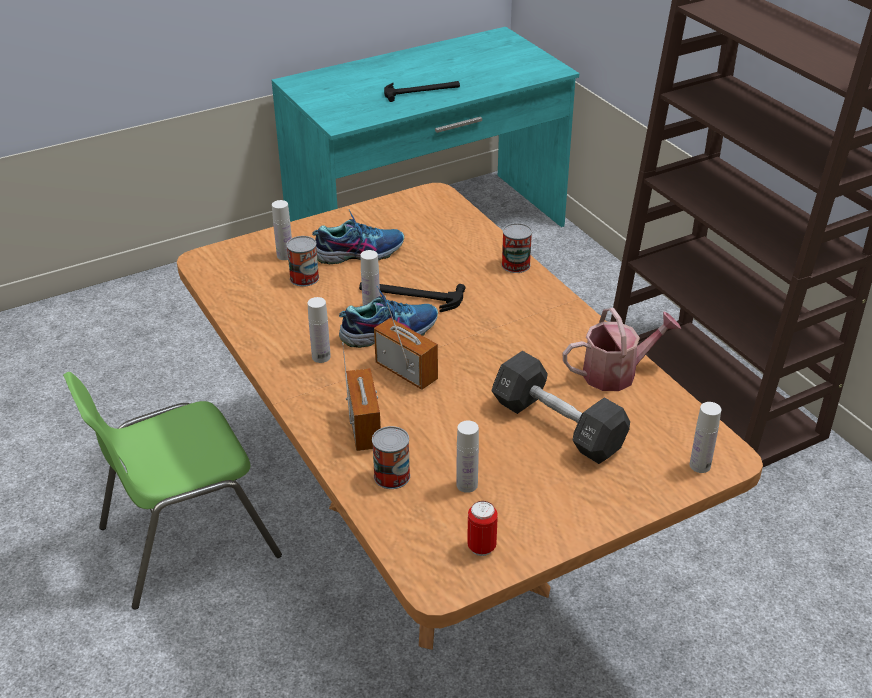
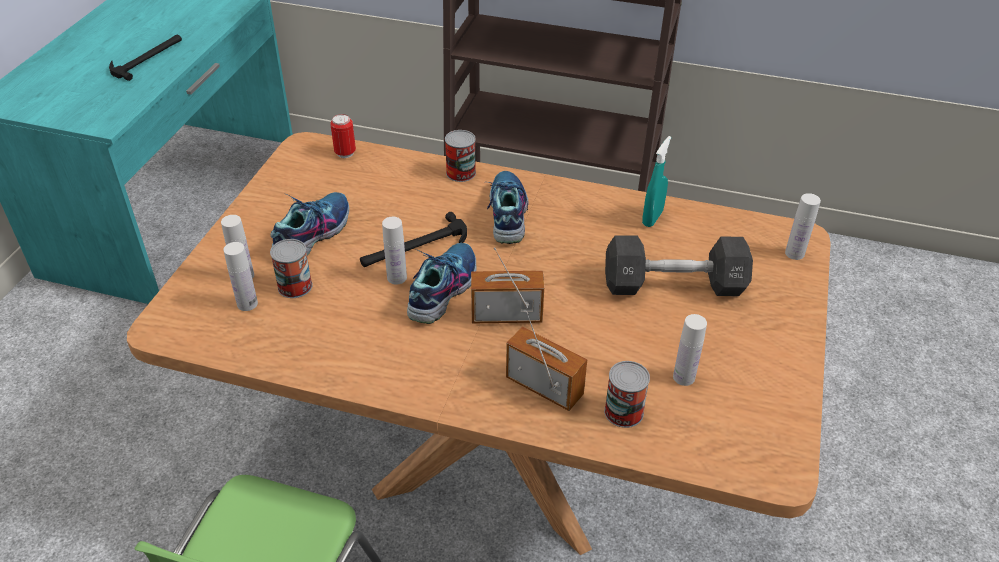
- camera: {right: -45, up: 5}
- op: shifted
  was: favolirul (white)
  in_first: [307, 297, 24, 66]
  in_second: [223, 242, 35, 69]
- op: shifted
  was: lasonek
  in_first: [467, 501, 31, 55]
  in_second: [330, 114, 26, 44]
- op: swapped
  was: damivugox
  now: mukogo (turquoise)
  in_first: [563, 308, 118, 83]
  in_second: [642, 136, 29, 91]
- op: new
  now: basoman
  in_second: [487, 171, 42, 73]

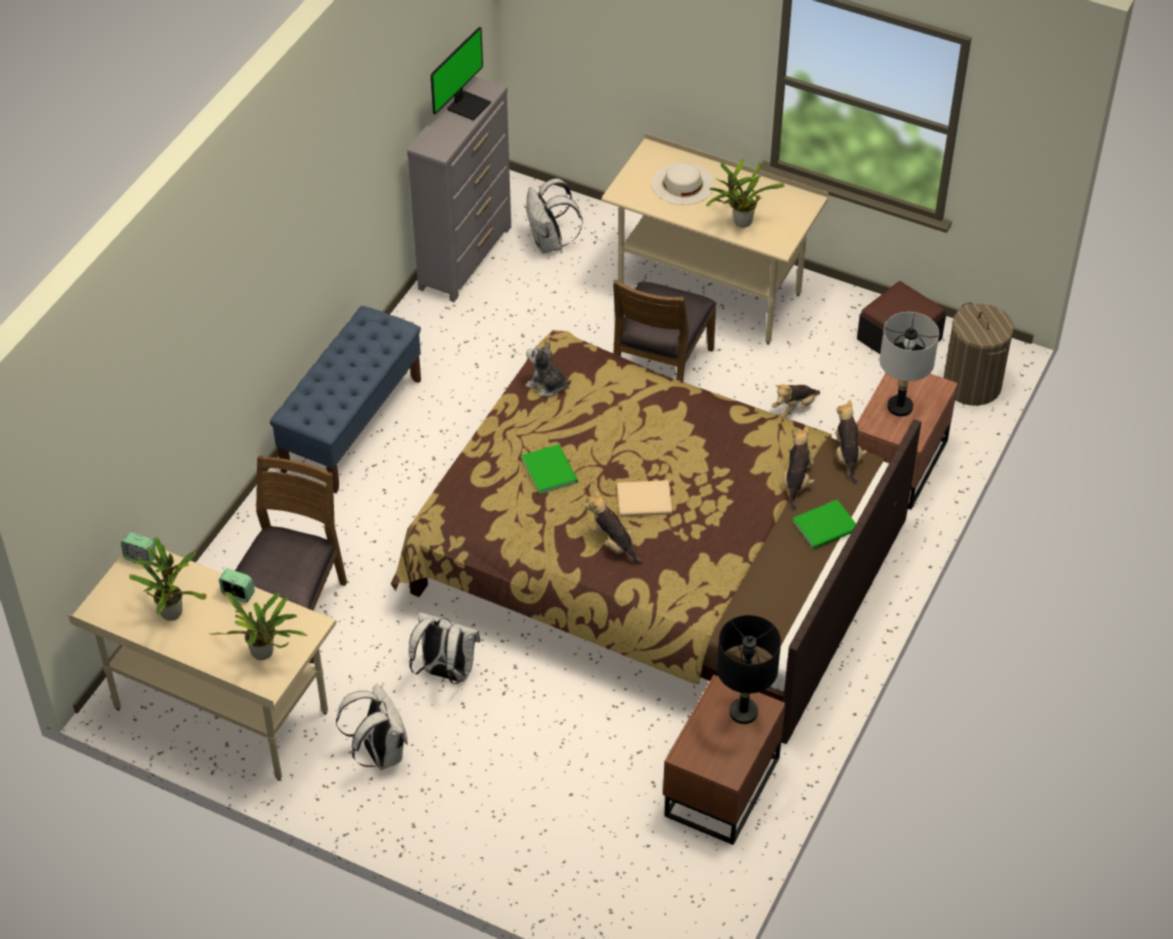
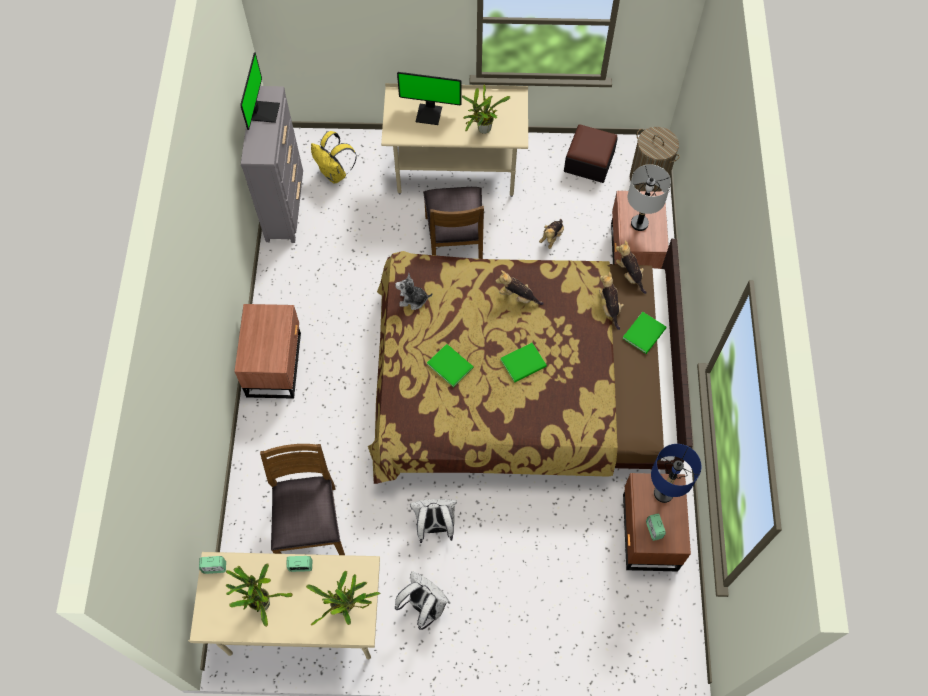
- camera: {right: -25, up: 15}
- op: swapped
  was: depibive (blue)
  now: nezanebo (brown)
  in_first: [270, 306, 151, 187]
  in_second: [234, 304, 67, 95]
- op: repainted
  was: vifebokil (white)
  now: vifebokil (yellow)
  in_first: [526, 178, 57, 75]
  in_second: [311, 131, 46, 53]
- op: shifted
  was: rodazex
  in_first: [584, 491, 59, 74]
  in_second: [495, 270, 49, 35]
- op: repainted
  was: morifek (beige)
  now: morifek (green)
  in_first: [617, 480, 55, 37]
  in_second: [500, 343, 47, 40]
- op: swapped
  was: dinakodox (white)
  now: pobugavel
  in_first: [652, 162, 62, 43]
  in_second: [397, 72, 65, 53]
- op: repainted
  was: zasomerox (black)
  now: zasomerox (blue)
  in_first: [717, 615, 64, 109]
  in_second: [651, 444, 50, 59]
- op: new
  now: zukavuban
  in_second: [646, 514, 20, 27]

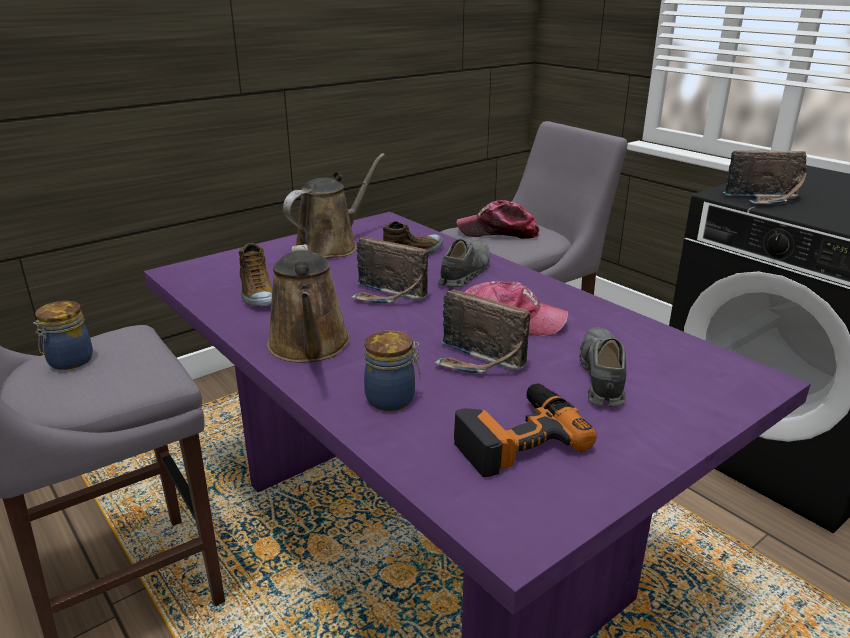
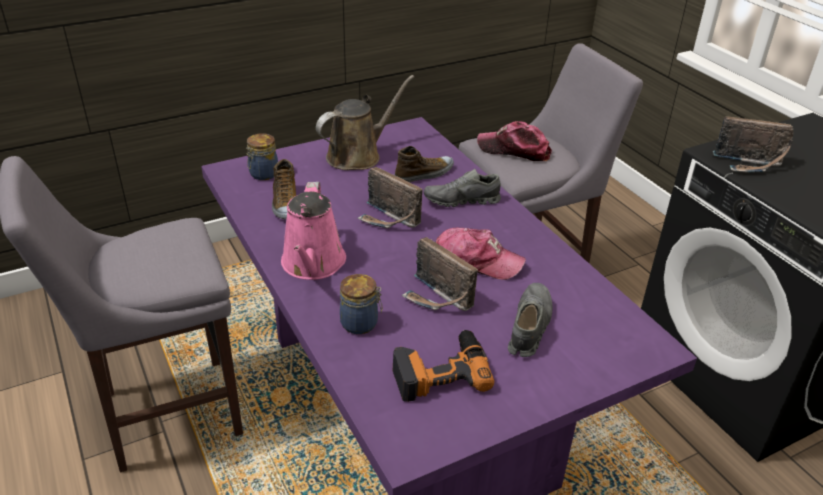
- camera: {right: 10, up: 10}
- op: shifted
  was: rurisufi
  in_first: [33, 301, 60, 69]
  in_second: [246, 133, 32, 47]
- op: repainted
  was: damivugox (brown)
  now: damivugox (pink)
  in_first: [267, 244, 83, 119]
  in_second: [281, 182, 65, 98]
- op: rotated
  was: basoman (grey)
  in_first: [438, 239, 52, 48]
  in_second: [424, 169, 77, 38]
  clockwise: -135

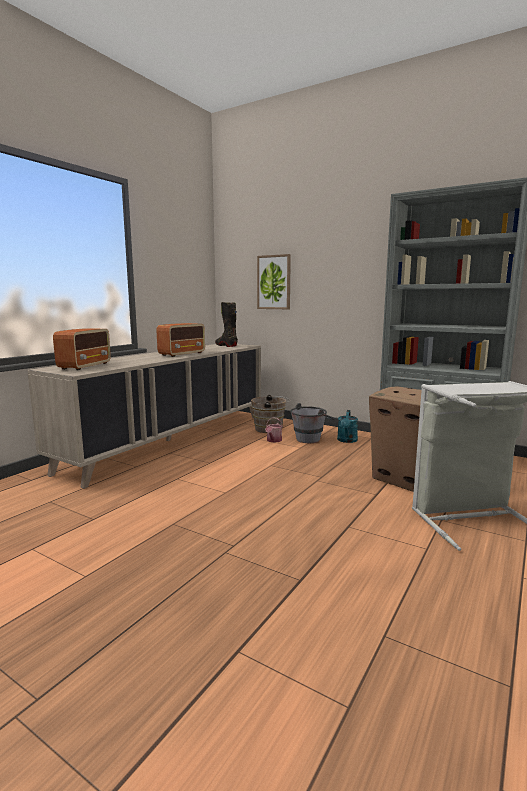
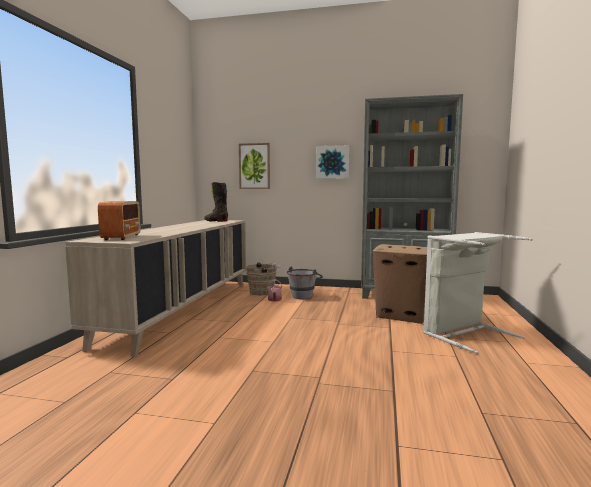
- camera: {right: -20, up: -5}
- op: gone
  was: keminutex
  in_first: [156, 323, 49, 34]
- op: gone
  was: damivugox (turquoise)
  in_first: [337, 410, 21, 33]
- op: new
  now: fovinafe
  in_second: [316, 145, 33, 34]

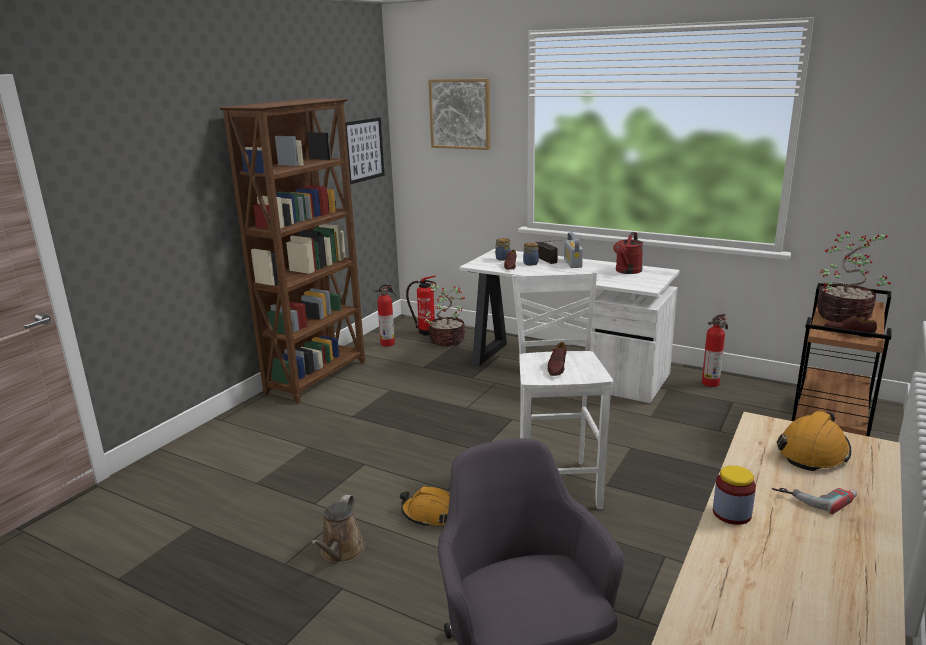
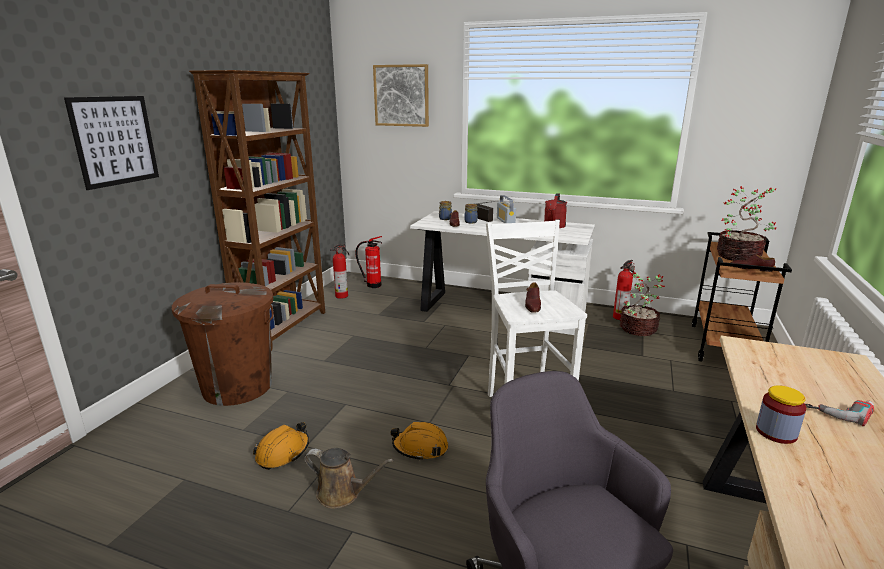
- camera: {right: -10, up: 0}
- op: rotated
  was: damivugox (brown)
  in_first: [311, 495, 54, 68]
  in_second: [304, 448, 90, 61]
  clockwise: -75
- op: shifted
  was: fovinafe
  in_first: [345, 117, 40, 67]
  in_second: [64, 96, 95, 94]
- op: shifted
  was: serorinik
  in_first: [424, 282, 41, 65]
  in_second: [619, 271, 46, 65]
- op: shifted
  was: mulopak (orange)
  in_first: [777, 411, 74, 60]
  in_second: [253, 422, 56, 48]
- op: new
  now: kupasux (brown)
  in_second: [172, 282, 102, 124]

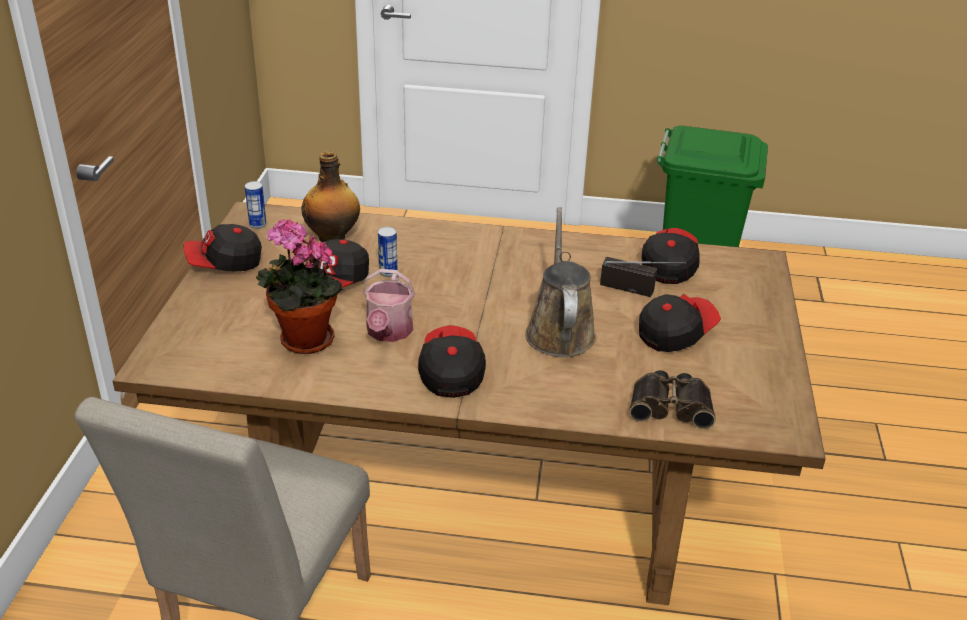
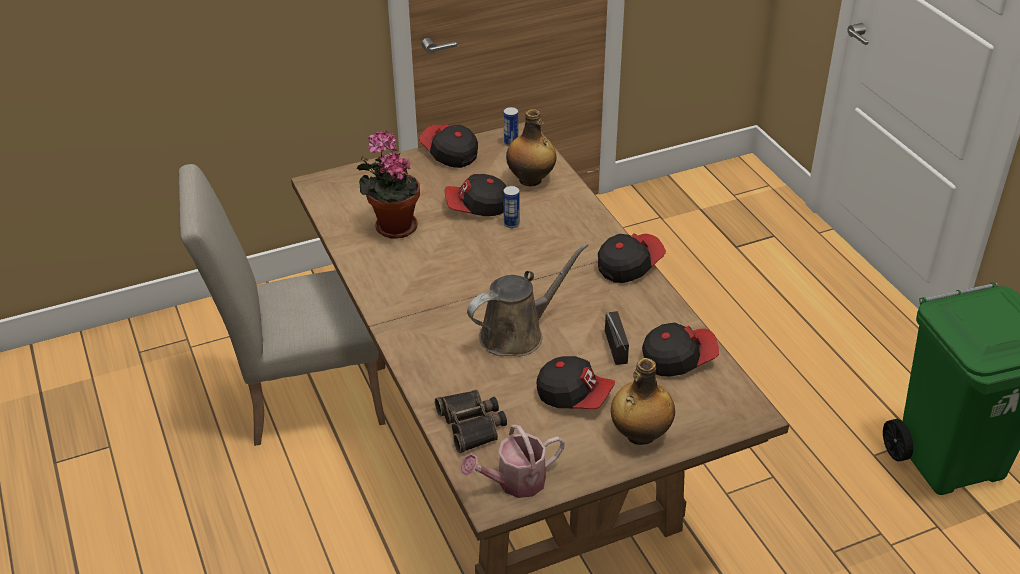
- camera: {right: 60, up: 5}
- op: shifted
  was: damivugox
  in_first: [362, 269, 53, 73]
  in_second: [461, 424, 104, 74]
- op: shifted
  was: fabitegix
  in_first: [418, 325, 68, 73]
  in_second: [598, 233, 68, 50]
- op: new
  now: favolirul
  in_second: [611, 358, 64, 87]

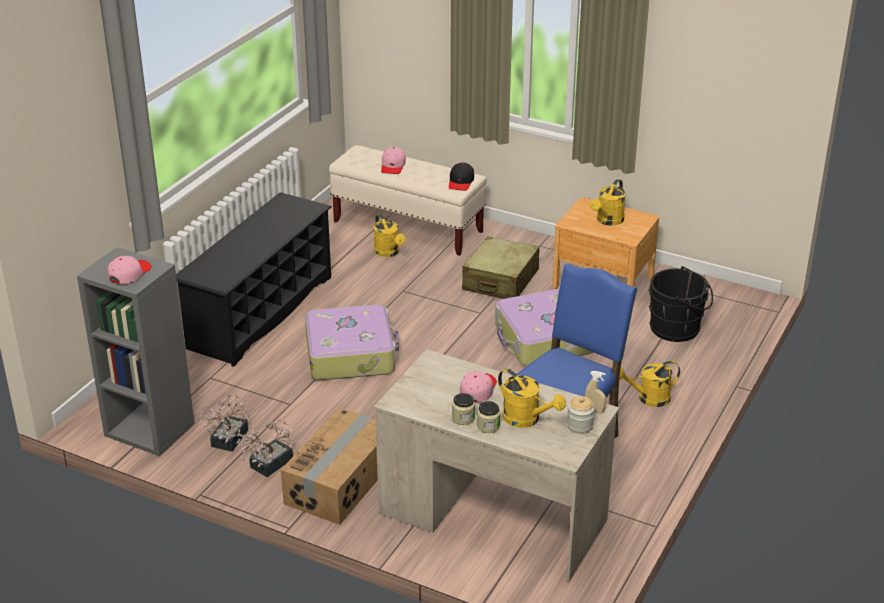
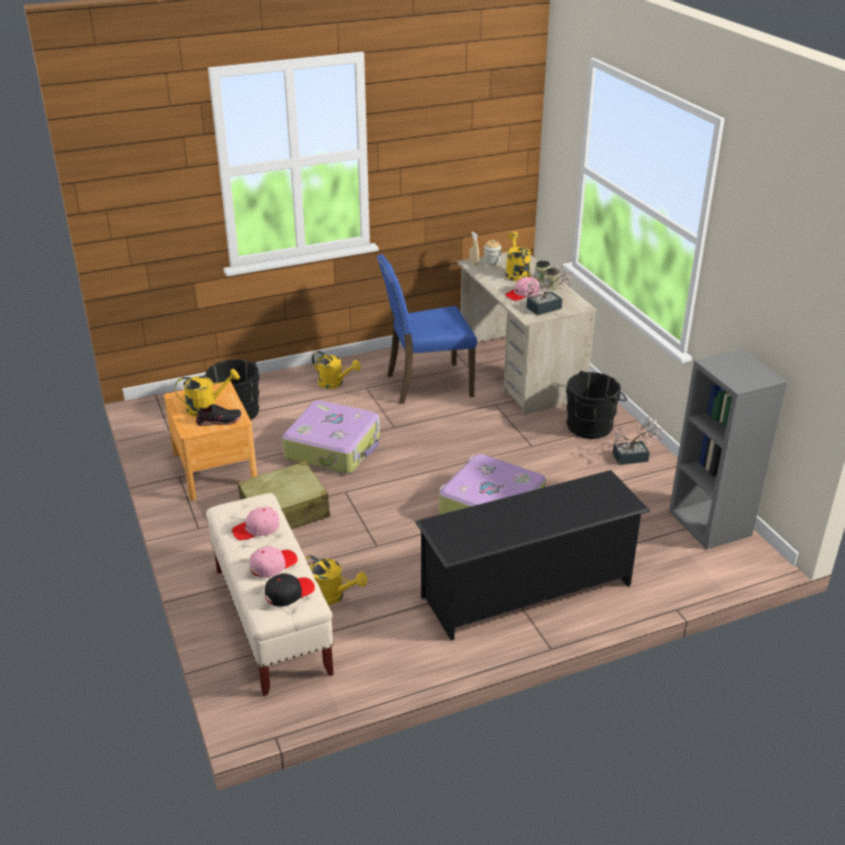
- camera: {right: -140, up: 0}
- op: shifted
  was: fabitegix (pink)
  in_first: [108, 255, 44, 29]
  in_second: [232, 507, 47, 33]
- op: shifted
  was: serorinik
  in_first: [199, 395, 49, 57]
  in_second: [525, 265, 48, 50]
- op: swapped
  was: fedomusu
  now: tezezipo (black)
  in_first: [280, 408, 98, 117]
  in_second: [566, 371, 61, 68]
- op: rotated
  was: damivugox (yellow)
  in_first: [373, 214, 33, 43]
  in_second: [305, 555, 62, 50]
  clockwise: 105
- op: shifted
  was: fabitegix (black)
  in_first: [449, 162, 25, 29]
  in_second: [265, 573, 50, 34]
- op: new
  now: basoman (black)
  in_second: [196, 404, 45, 22]

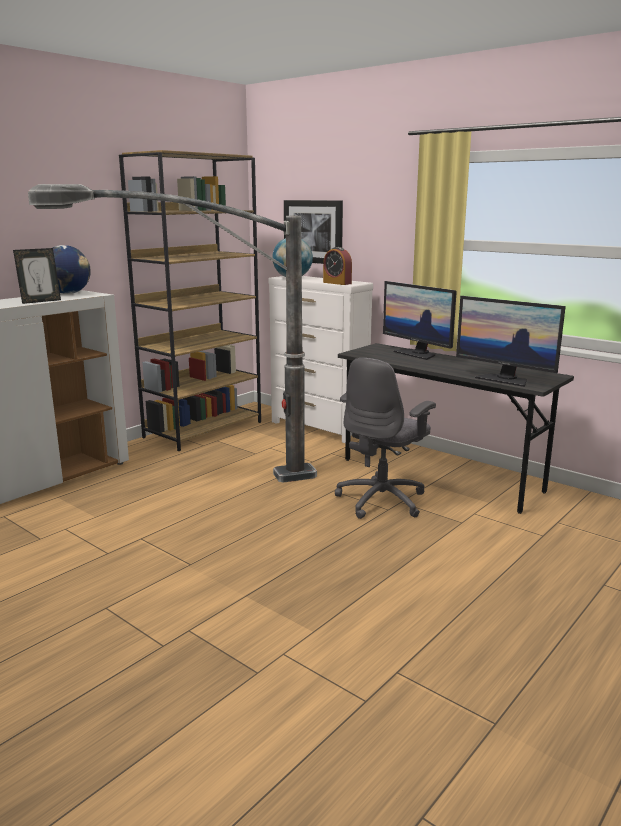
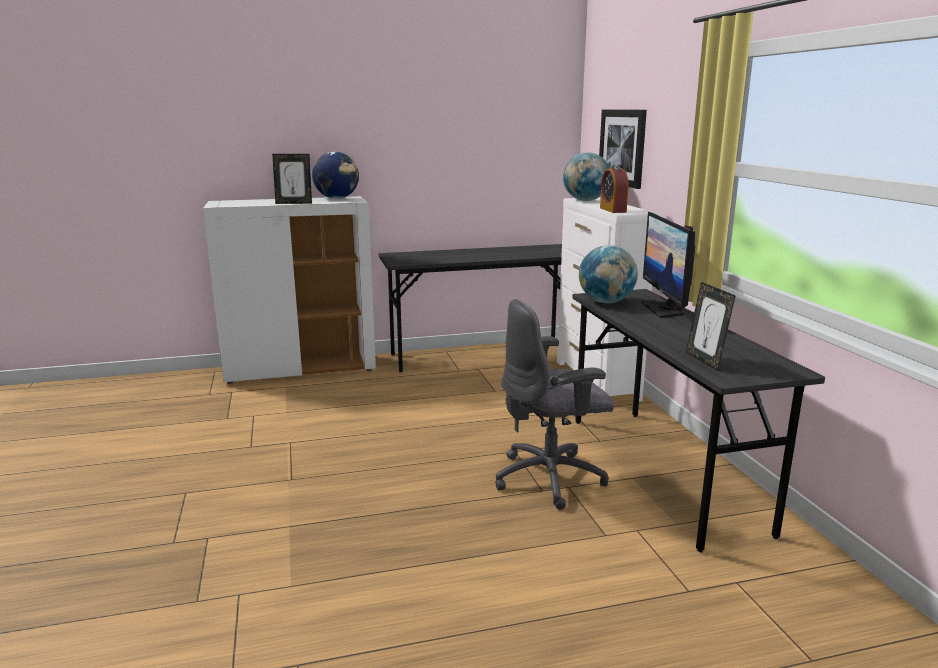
- camera: {right: 35, up: 0}
- op: gone
  was: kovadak
  in_first: [28, 184, 289, 299]
- op: swapped
  was: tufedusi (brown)
  now: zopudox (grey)
  in_first: [119, 150, 142, 301]
  in_second: [379, 244, 183, 129]
- op: swapped
  was: pobugavel
  now: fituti
  in_first: [456, 296, 110, 91]
  in_second: [686, 282, 50, 89]
- op: new
  now: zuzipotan
  in_second: [579, 245, 59, 58]

